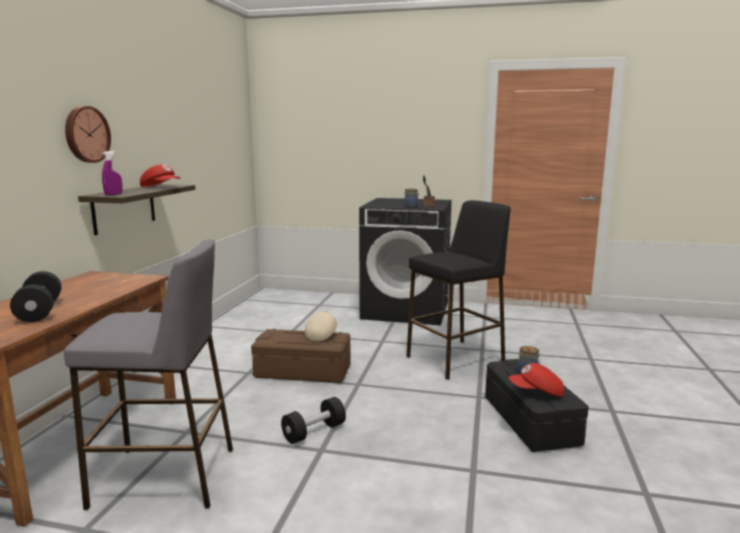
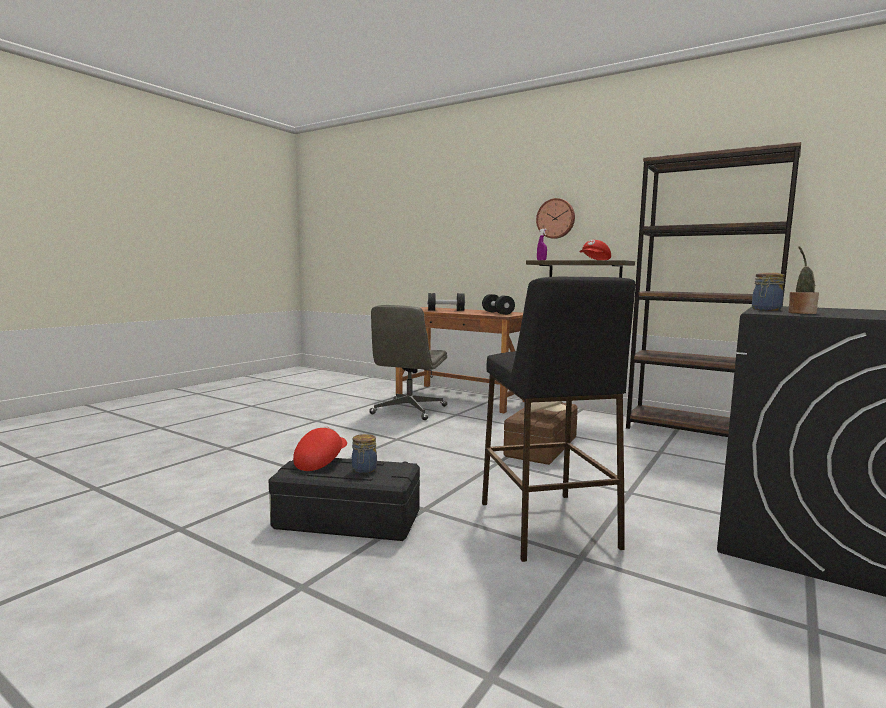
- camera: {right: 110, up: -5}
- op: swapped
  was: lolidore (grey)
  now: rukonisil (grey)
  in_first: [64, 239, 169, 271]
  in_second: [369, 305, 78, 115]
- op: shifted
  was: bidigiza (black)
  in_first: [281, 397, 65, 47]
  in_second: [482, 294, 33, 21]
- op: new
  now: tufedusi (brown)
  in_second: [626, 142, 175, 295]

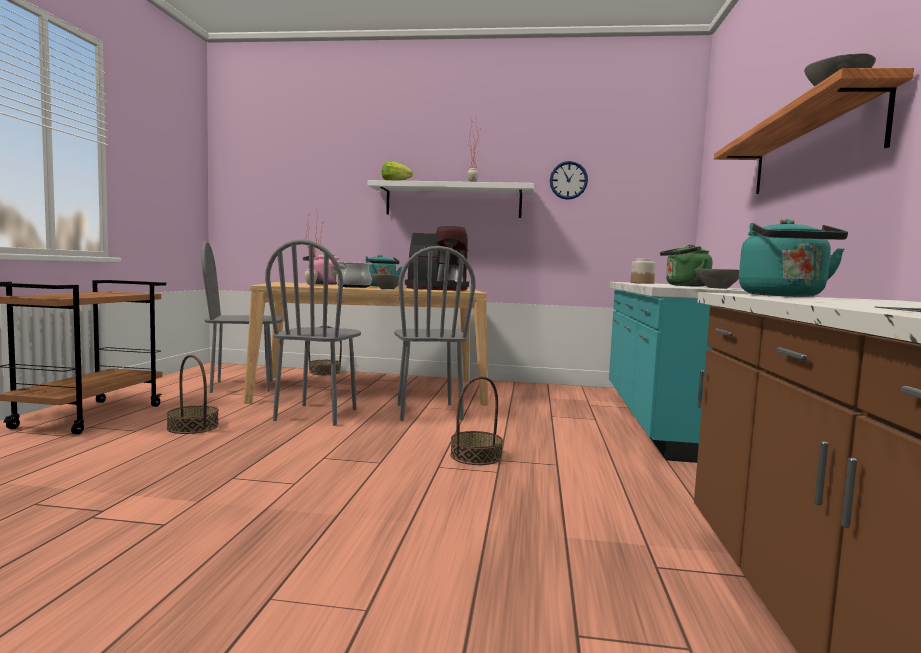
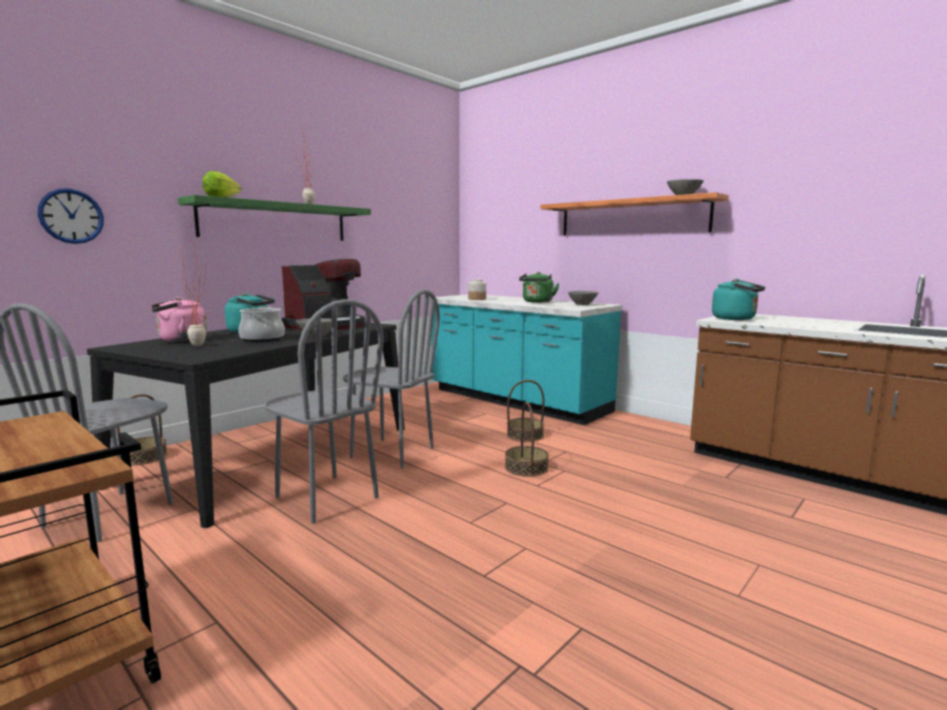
- camera: {right: -55, up: 5}
- op: shifted
  was: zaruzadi
  in_first: [167, 355, 52, 79]
  in_second: [507, 380, 37, 62]
- op: repainted
  was: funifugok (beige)
  now: funifugok (black)
  in_first: [244, 282, 244, 123]
  in_second: [87, 322, 318, 206]
- op: repainted
  was: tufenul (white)
  now: tufenul (green)
  in_first: [367, 180, 167, 38]
  in_second: [178, 195, 193, 46]
- op: shifted
  was: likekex
  in_first: [550, 161, 38, 39]
  in_second: [38, 188, 66, 56]

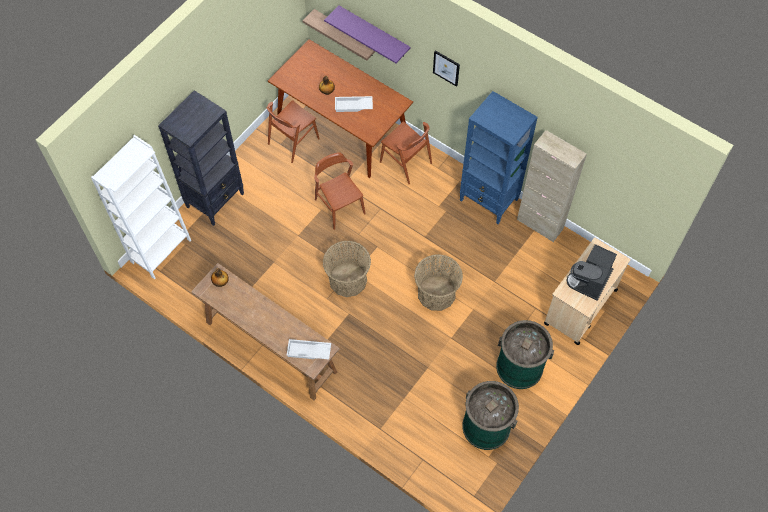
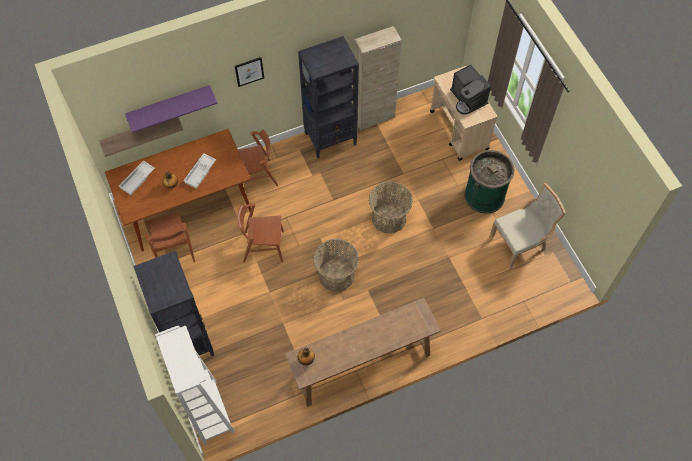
- camera: {right: -60, up: 0}
- op: shifted
  was: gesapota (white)
  in_first: [286, 339, 45, 20]
  in_second: [119, 160, 36, 35]
- op: repainted
  was: tufedusi (blue)
  now: tufedusi (black)
  in_first: [460, 91, 78, 133]
  in_second: [298, 36, 61, 123]
- op: swapped
  was: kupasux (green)
  now: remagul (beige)
  in_first: [462, 381, 57, 69]
  in_second: [489, 183, 77, 87]

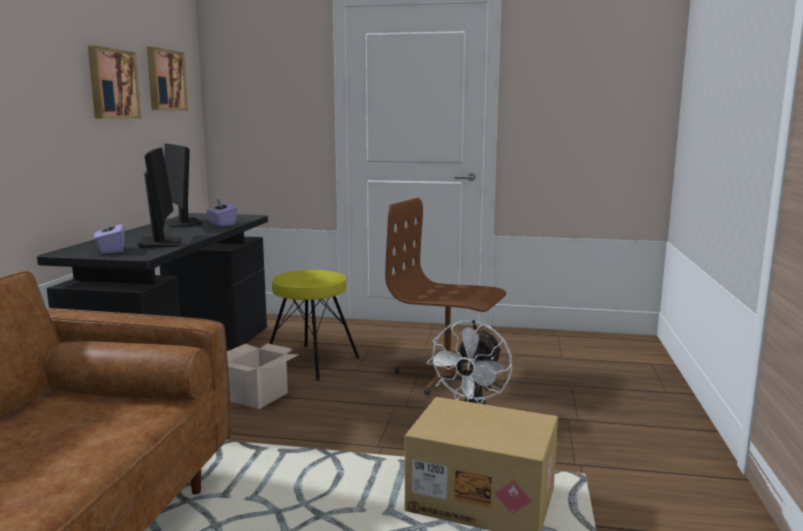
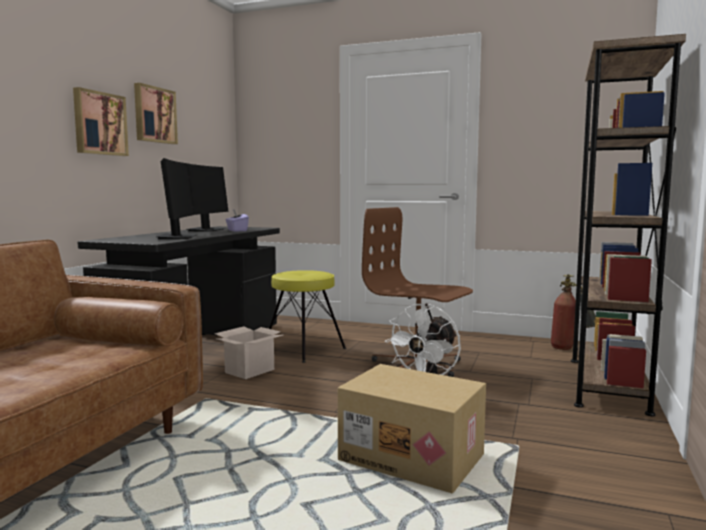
- camera: {right: 10, up: -5}
- op: gone
  was: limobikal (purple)
  in_first: [94, 217, 30, 36]
- op: shifted
  was: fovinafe
  in_first: [147, 47, 41, 64]
  in_second: [73, 87, 56, 69]
- op: rotated
  was: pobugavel
  in_first: [164, 144, 40, 84]
  in_second: [187, 164, 41, 68]
  clockwise: -150
- op: new
  now: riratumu
  in_second: [551, 274, 45, 76]
- op: new
  now: tufedusi (brown)
  in_second: [571, 34, 115, 382]

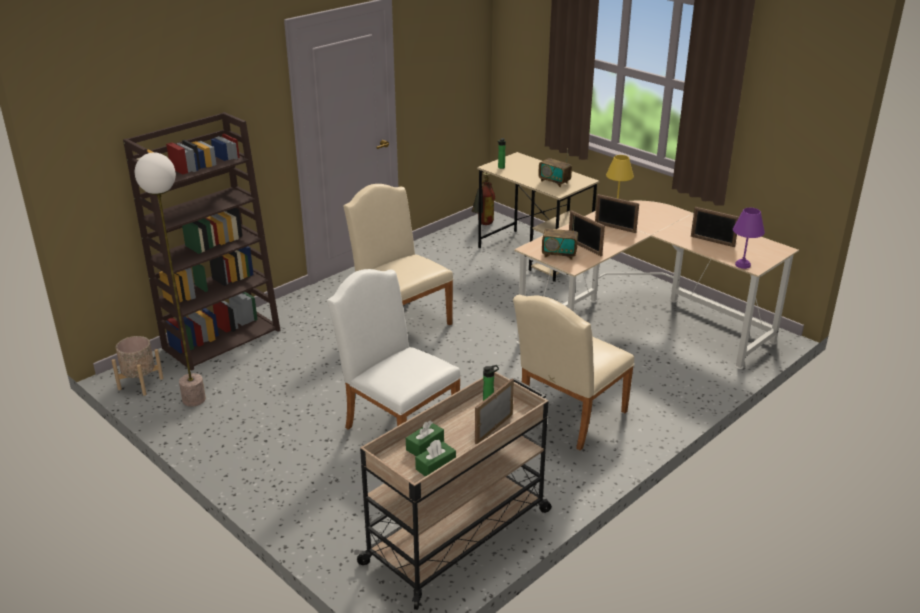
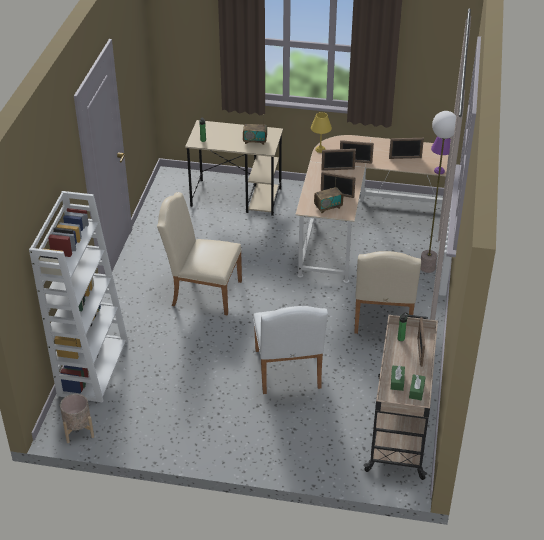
- camera: {right: -35, up: 10}
- op: repainted
  was: tufedusi (brown)
  now: tufedusi (white)
  in_first: [123, 112, 157, 259]
  in_second: [29, 191, 99, 212]
- op: shifted
  was: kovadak
  in_first: [135, 153, 71, 254]
  in_second: [421, 111, 35, 162]
- op: rotated
  was: remagul (white)
  in_first: [327, 269, 134, 161]
  in_second: [253, 306, 75, 88]
  clockwise: -105
- op: gone
  was: riratumu
  in_first: [472, 172, 23, 53]
- op: new
  now: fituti
  in_second: [340, 140, 34, 24]

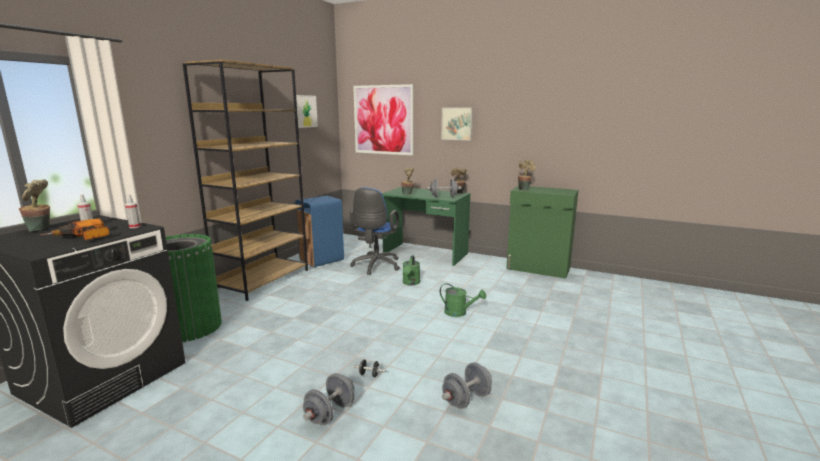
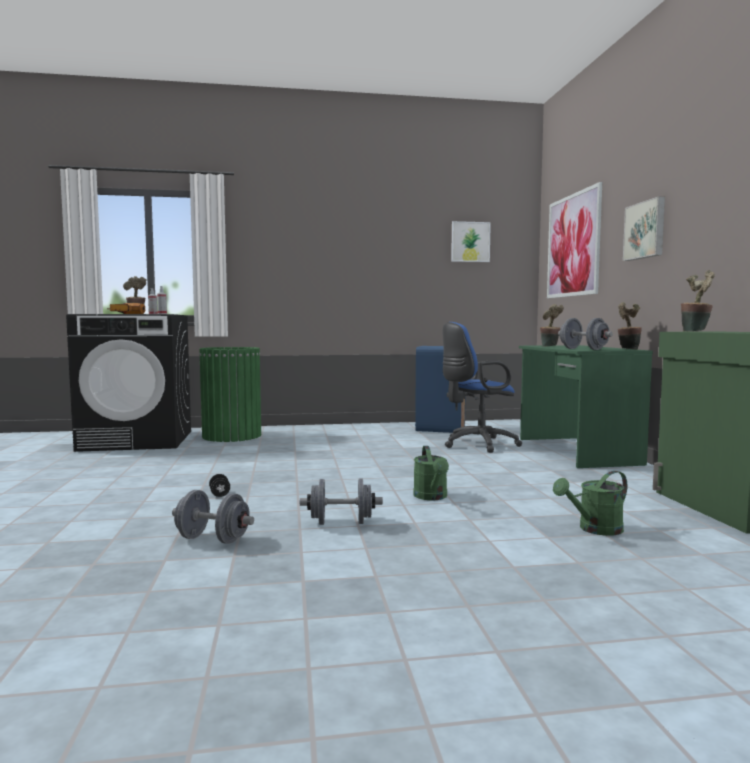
- camera: {right: 55, up: -10}
- op: gone
  was: tufedusi (brown)
  in_first: [183, 60, 125, 241]
- op: shifted
  was: bidigiza (grey)
  in_first: [303, 373, 52, 52]
  in_second: [300, 478, 83, 47]
- op: shifted
  was: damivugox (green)
  in_first: [403, 255, 17, 30]
  in_second: [553, 471, 74, 65]

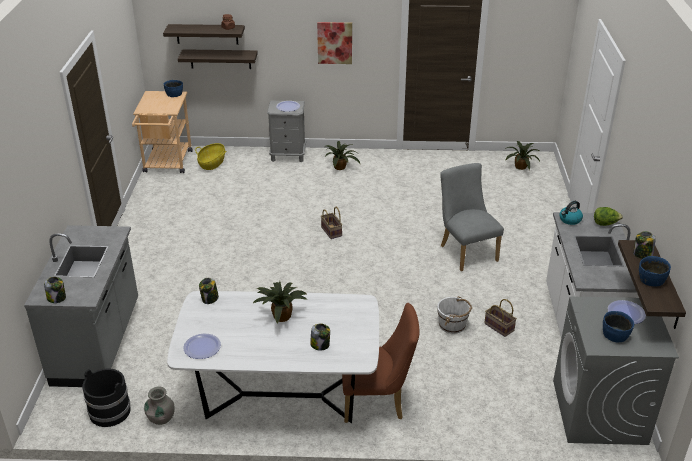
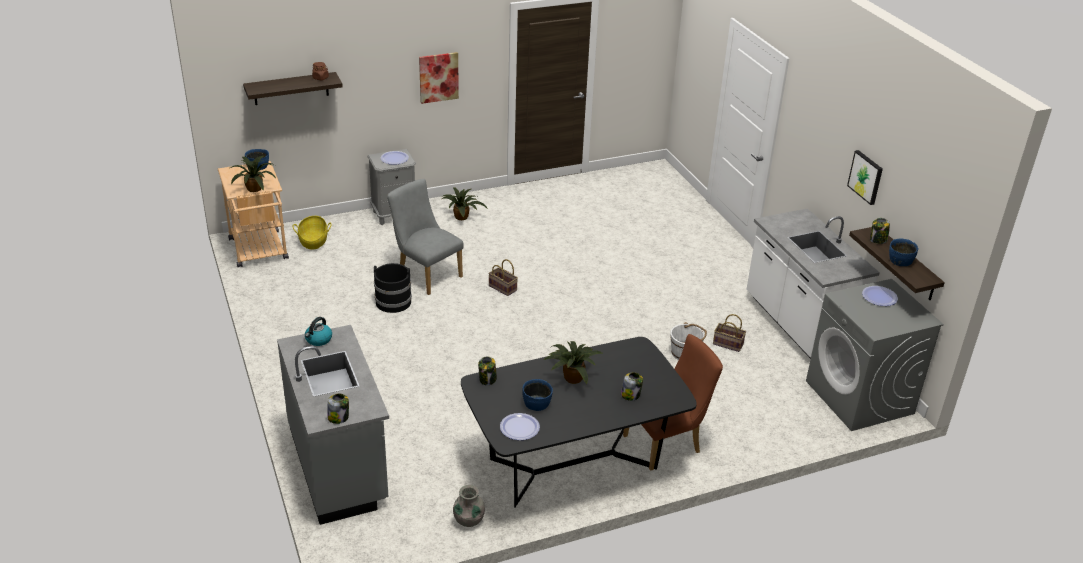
- camera: {right: -25, up: 0}
- op: shifted
  was: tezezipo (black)
  in_first: [82, 369, 49, 58]
  in_second: [374, 263, 38, 50]
- op: repainted
  was: funifugok (white)
  now: funifugok (black)
  in_first: [167, 291, 212, 132]
  in_second: [461, 337, 236, 171]
- op: gone
  was: tufenul
  in_first: [178, 49, 80, 20]
- op: shifted
  was: remagul (grey)
  in_first: [440, 163, 64, 108]
  in_second: [387, 179, 77, 116]
- op: shifted
  was: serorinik
  in_first: [505, 141, 35, 29]
  in_second: [230, 156, 46, 36]
- op: shifted
  was: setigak
  in_first: [559, 201, 24, 24]
  in_second: [305, 317, 27, 29]
- op: gone
  was: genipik
  in_first: [594, 207, 29, 19]
- op: shifted
  was: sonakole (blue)
  in_first: [603, 311, 31, 31]
  in_second: [522, 379, 31, 32]
- op: new
  now: fovinafe
  in_second: [847, 150, 36, 55]

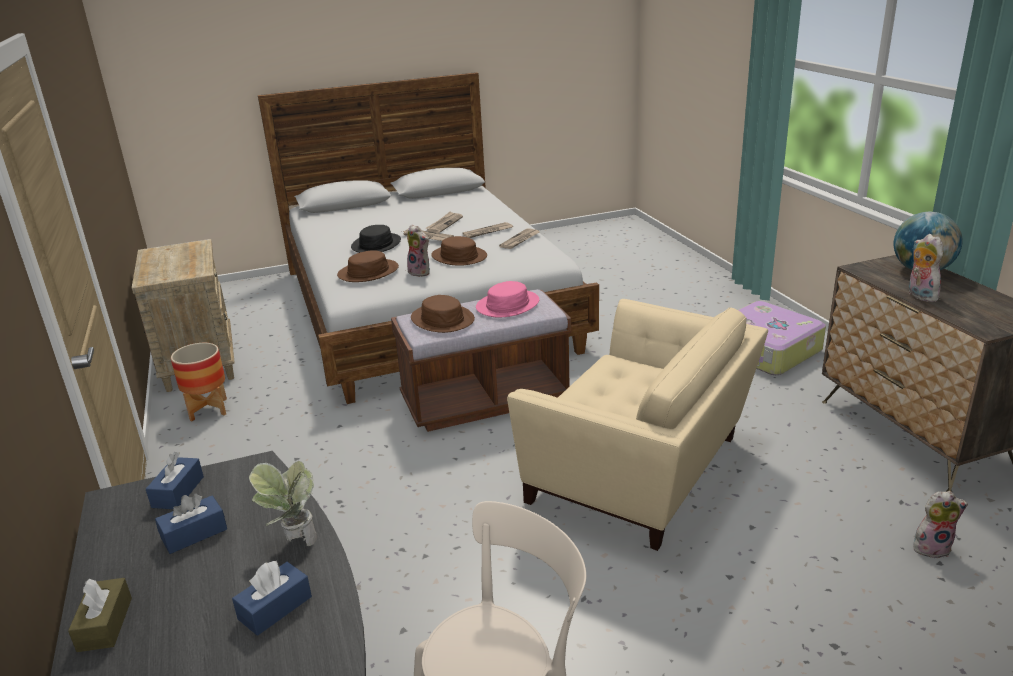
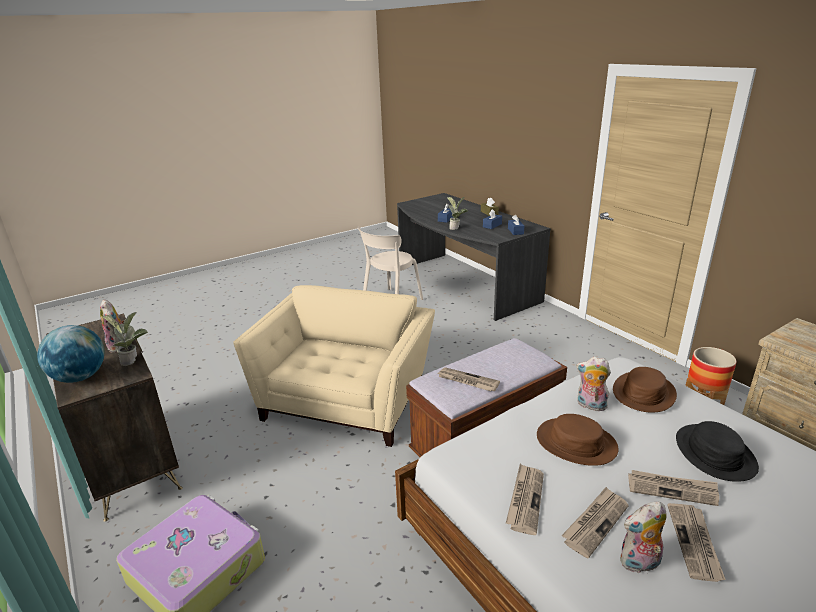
- camera: {right: 165, up: 0}
- op: gone
  was: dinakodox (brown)
  in_first: [411, 295, 64, 38]
- op: swapped
  was: dinakodox (pink)
  now: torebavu
  in_first: [476, 281, 64, 36]
  in_second: [437, 367, 63, 24]
- op: rotated
  was: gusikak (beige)
  in_first: [507, 299, 261, 252]
  in_second: [233, 285, 202, 162]
  clockwise: 90
- op: shifted
  was: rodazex
  in_first: [913, 491, 55, 68]
  in_second: [620, 501, 47, 73]
- op: new
  now: serorinik
  in_second: [103, 312, 45, 54]

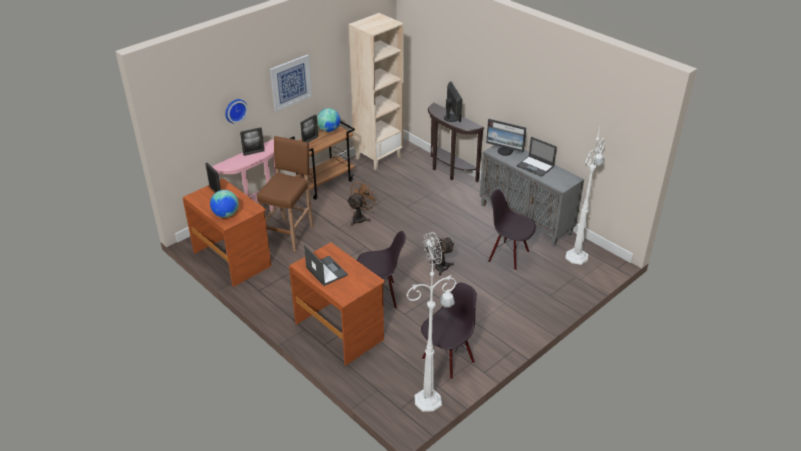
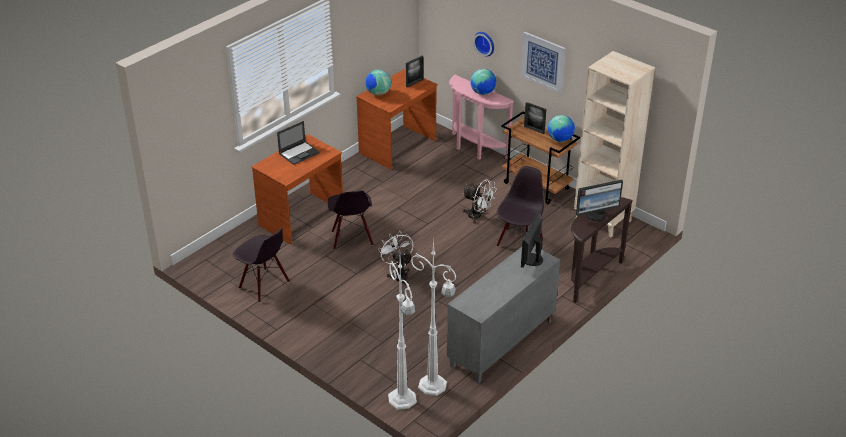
- camera: {right: 85, up: 0}
- op: swapped
  was: fituti
  now: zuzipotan
  in_first: [240, 127, 25, 29]
  in_second: [470, 69, 26, 26]
- op: gone
  was: lolidore (brown)
  in_first: [256, 136, 58, 117]
- op: repainted
  was: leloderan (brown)
  now: leloderan (white)
  in_first: [347, 180, 31, 46]
  in_second: [462, 179, 34, 45]
- op: shifted
  was: kovadak (white)
  in_first: [407, 259, 49, 153]
  in_second: [388, 257, 29, 153]
- op: shifted
  was: remagul (black)
  in_first: [488, 189, 48, 82]
  in_second: [497, 166, 47, 81]
- op: gone
  was: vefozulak
  in_first: [517, 137, 40, 40]

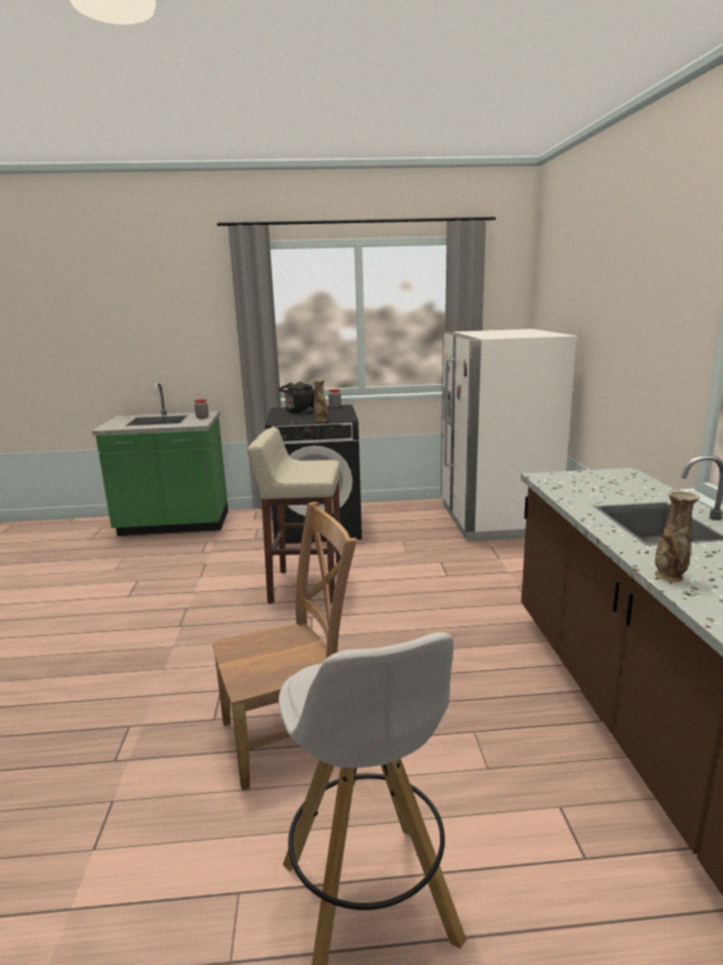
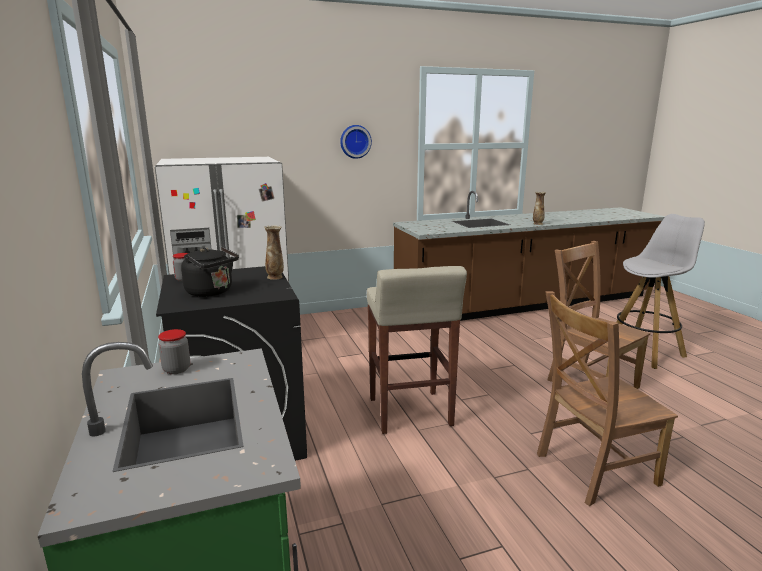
- camera: {right: -105, up: 0}
- op: new
  now: likekex
  in_second: [340, 125, 32, 34]
- op: new
  now: remagul (brown)
  in_second: [537, 291, 141, 215]

